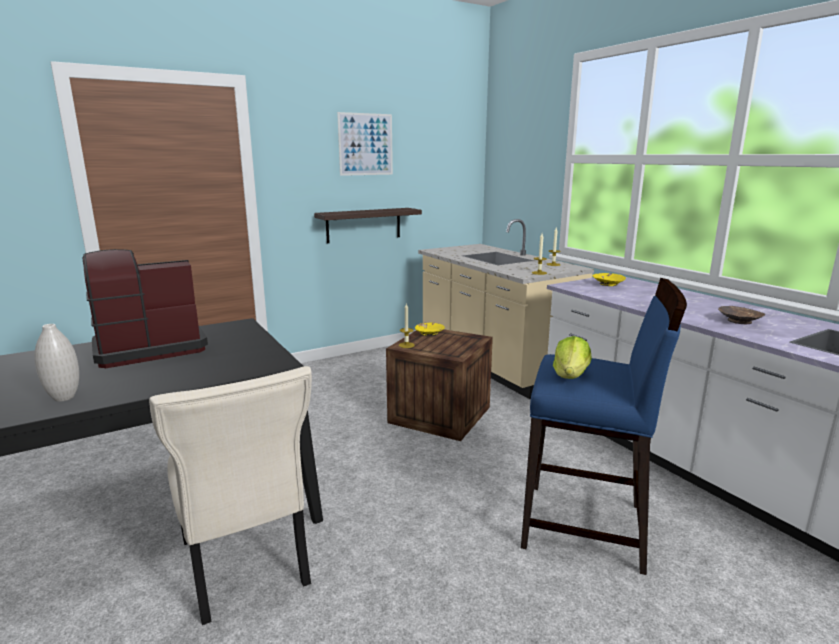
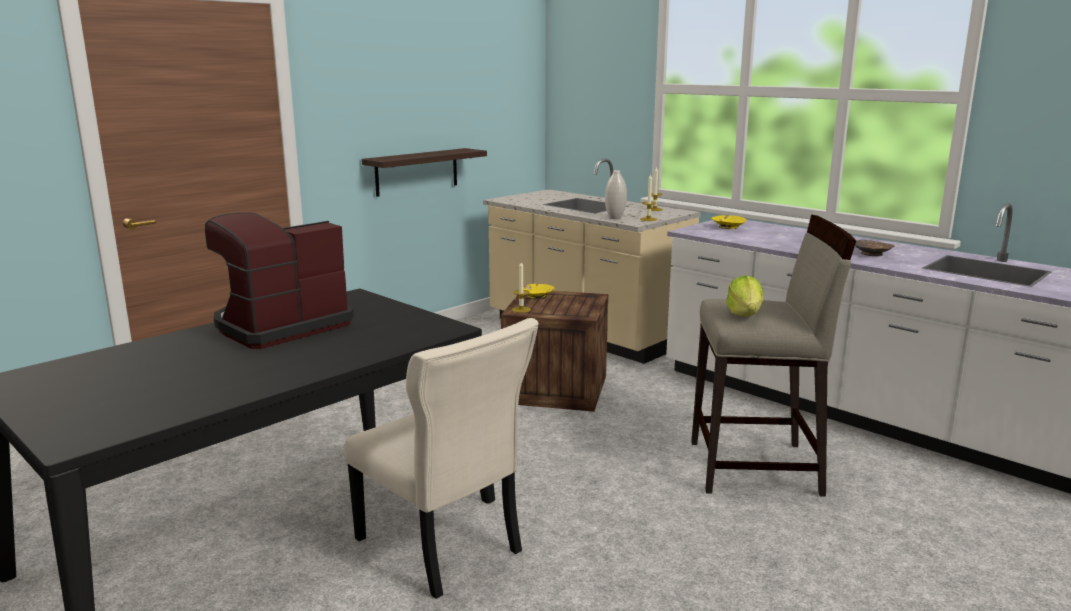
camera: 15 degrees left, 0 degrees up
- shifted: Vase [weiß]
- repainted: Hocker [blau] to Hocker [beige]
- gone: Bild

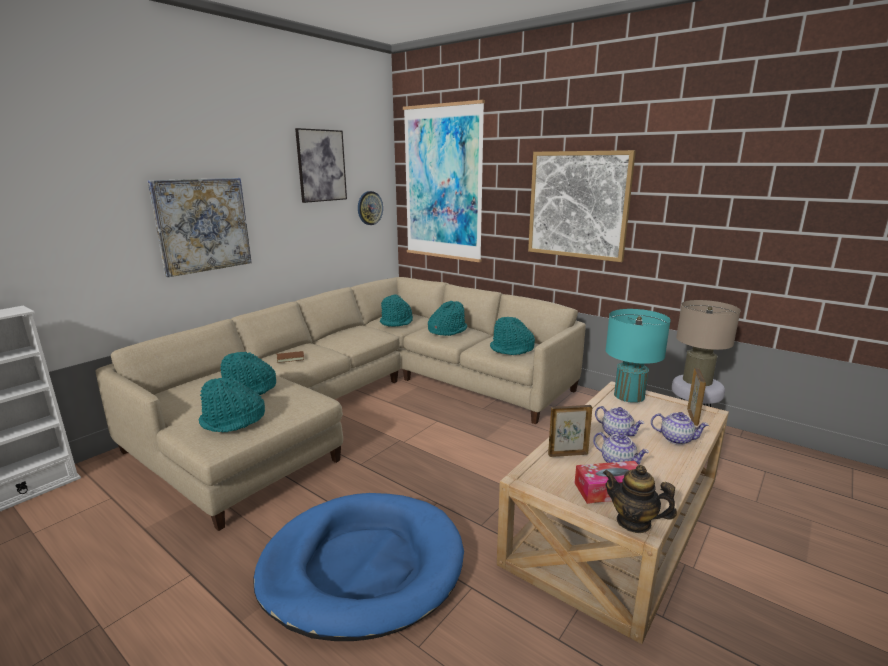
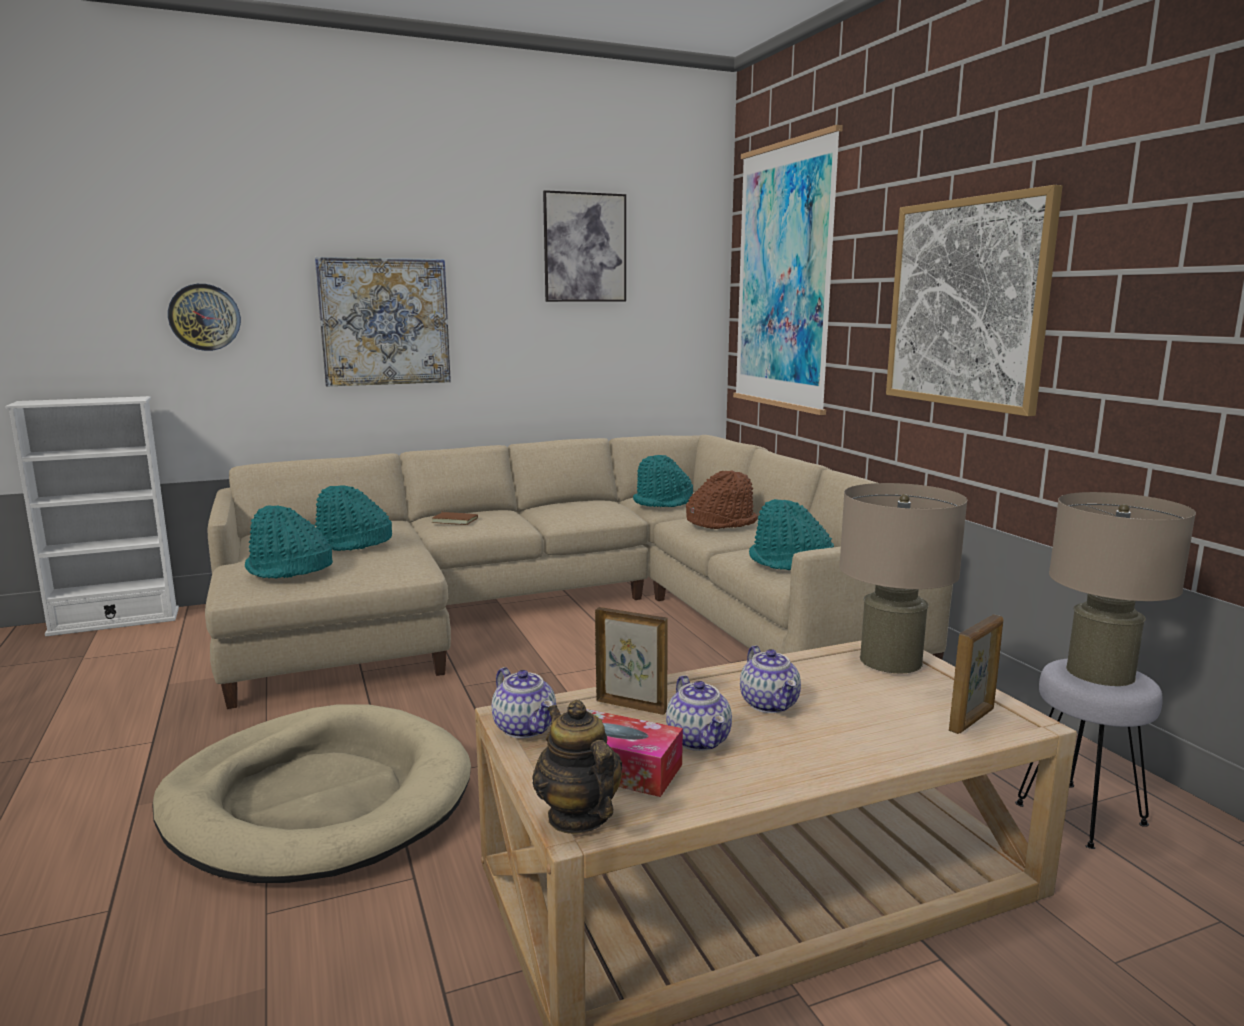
camera: 30 degrees right, 5 degrees down
- repainted: Hundebett [blau] to Hundebett [beige]
- shifted: Wanduhr
- shifted: Teekanne (no. 4 from left in the first image) to Teekanne (no. 1 from left)
- repainted: Hut [türkis] (no. 4 from left) to Hut [braun]
- repainted: Tischlampe [türkis] to Tischlampe [beige] (no. 1 from left)

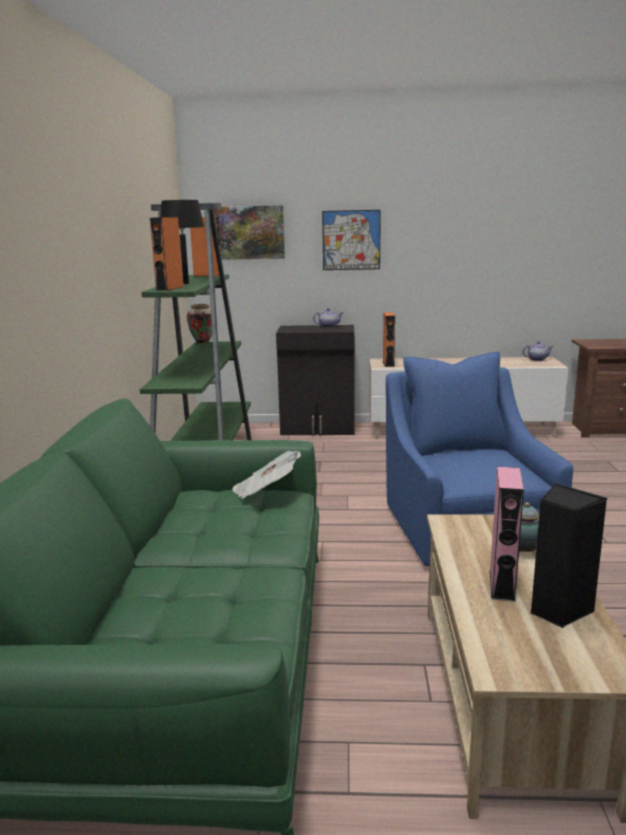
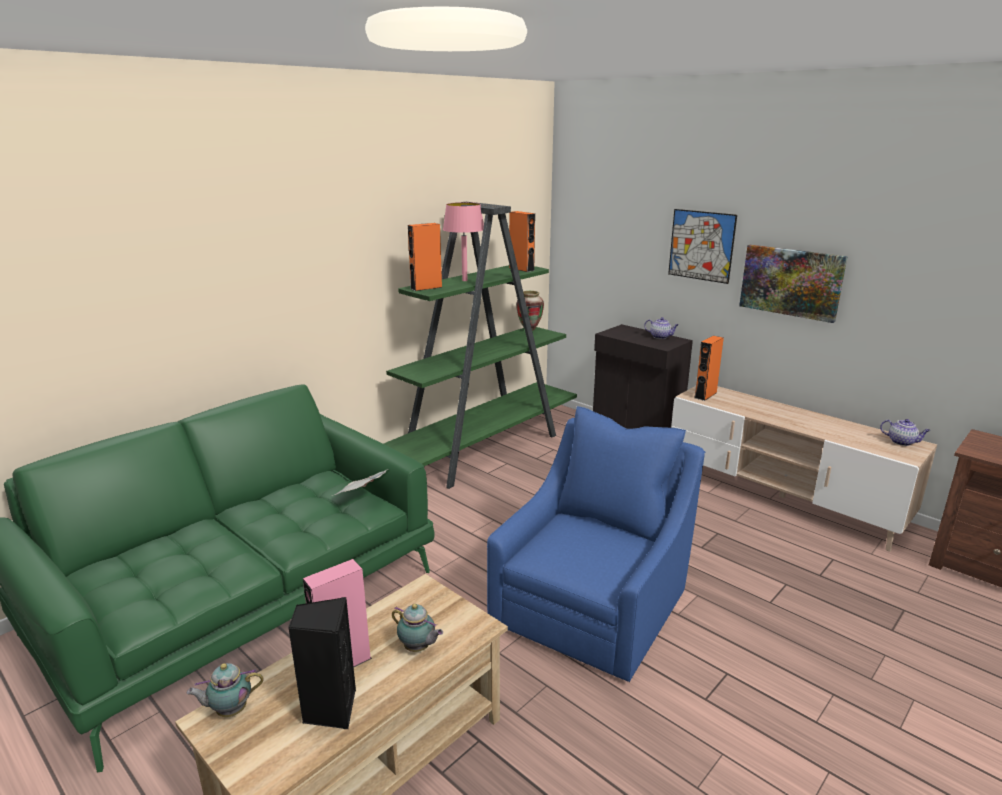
camera: 40 degrees right, 5 degrees up
- new: Teekanne (no. 1 from left)
- repainted: Tischlampe [schwarz] to Tischlampe [rosa]
- shifted: Bild (no. 1 from left in the first image) to Bild (no. 2 from left)

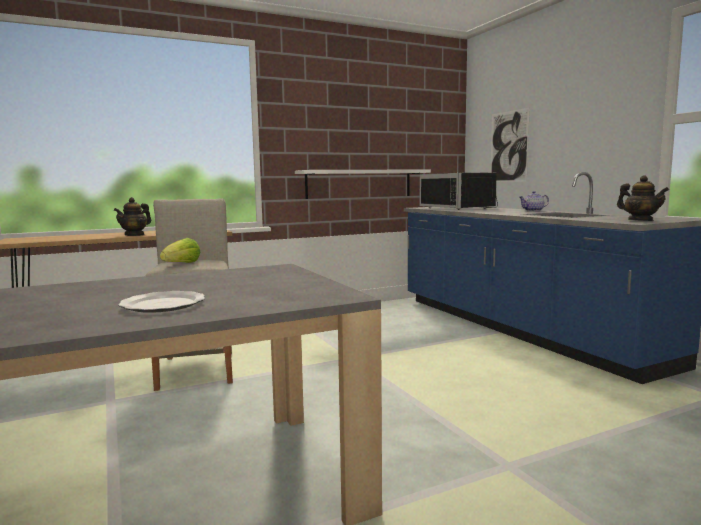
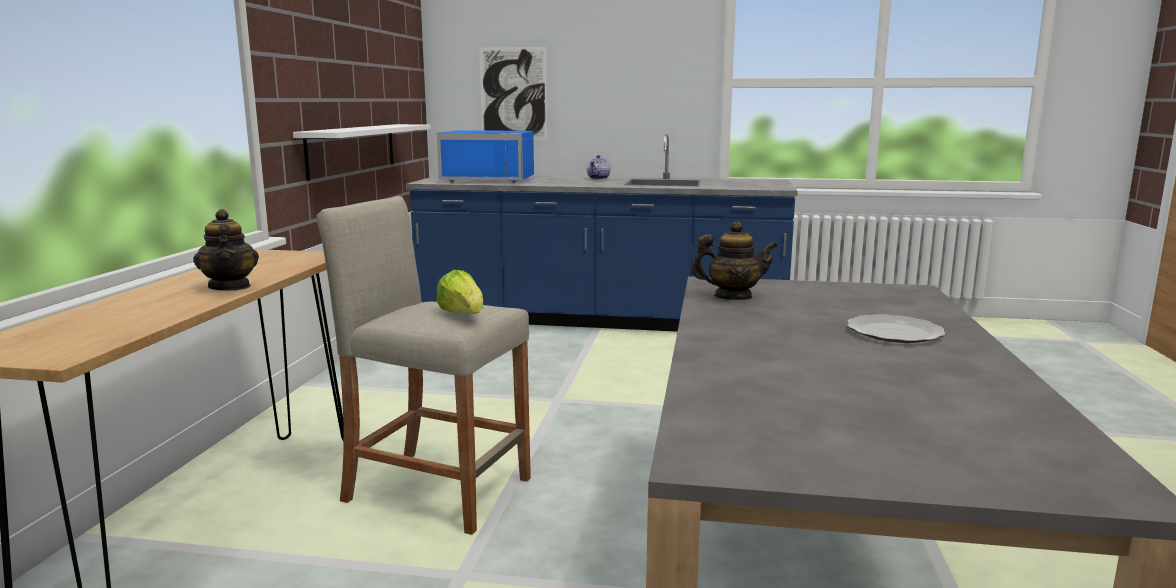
camera: 55 degrees left, 5 degrees up
- repainted: Mikrowelle [schwarz] to Mikrowelle [blau]
- shifted: Teekanne (no. 3 from left)

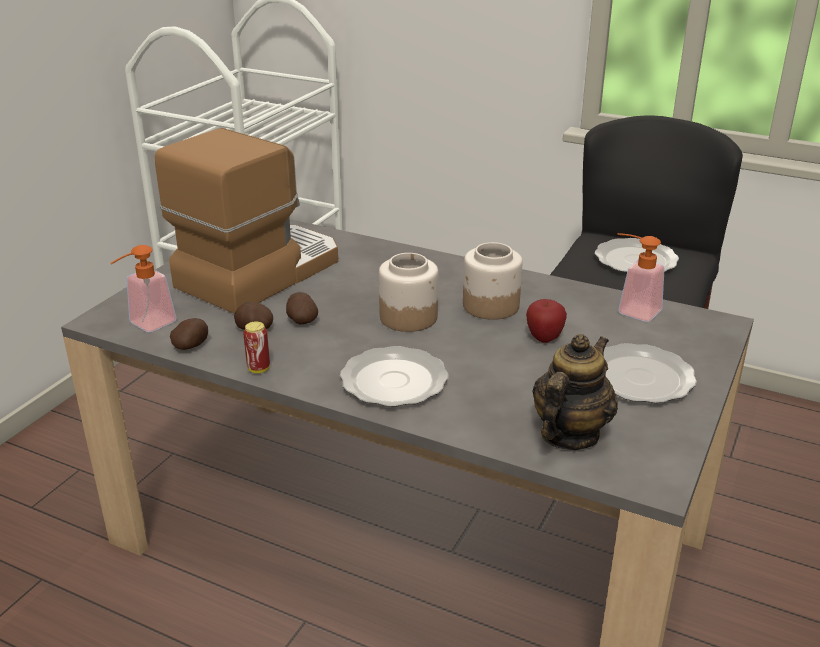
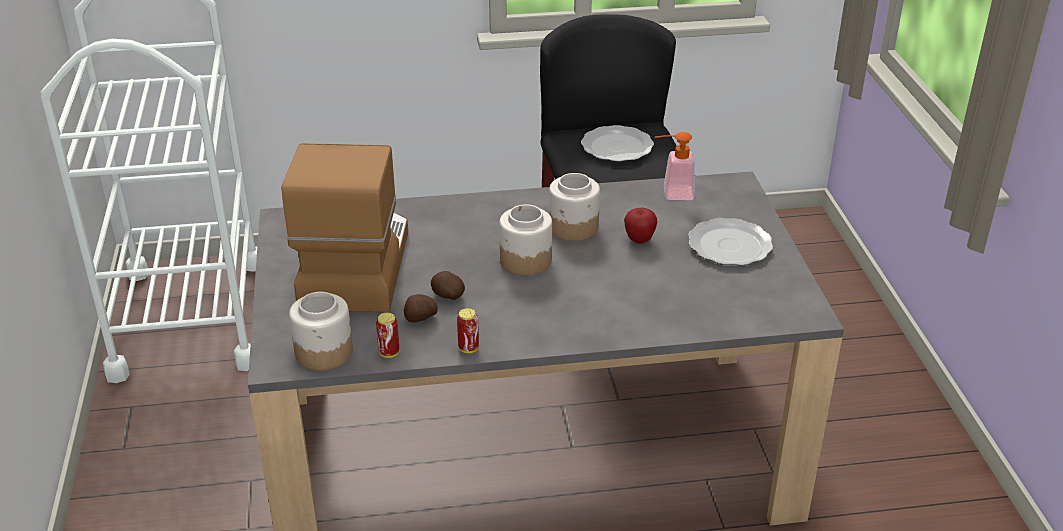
camera: 35 degrees left, 5 degrees up
- swapped: Seifenspender (no. 1 from left) to Vorratsglas (no. 1 from left)
- swapped: Kartoffel (no. 1 from left) to Dose (no. 1 from left)
- gone: Teller (no. 1 from left)
- gone: Teekanne

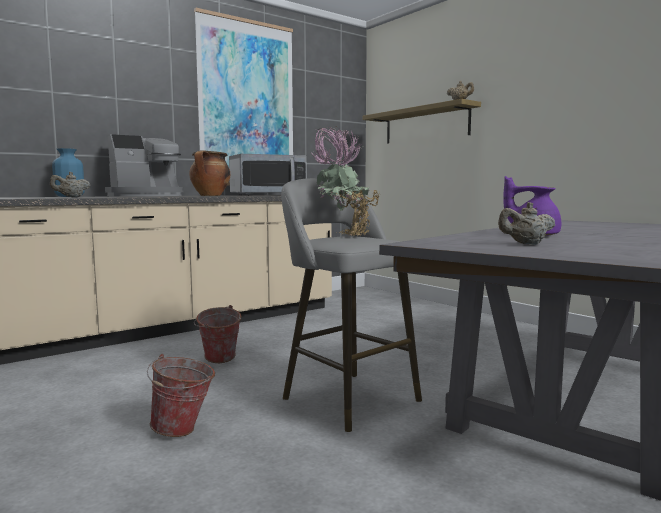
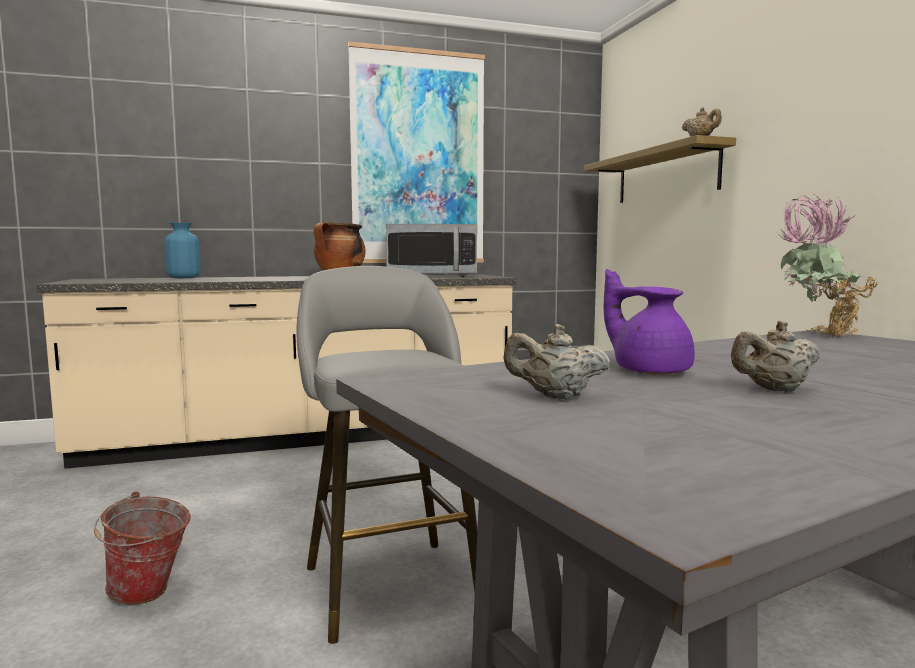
camera: 20 degrees right, 0 degrees up
- shifted: Teekanne [beige] (no. 1 from left in the first image) to Teekanne [beige] (no. 3 from left)
- shifted: Topfpflanze
- gone: Kaffeemaschine
- gone: Eimer (no. 2 from left)

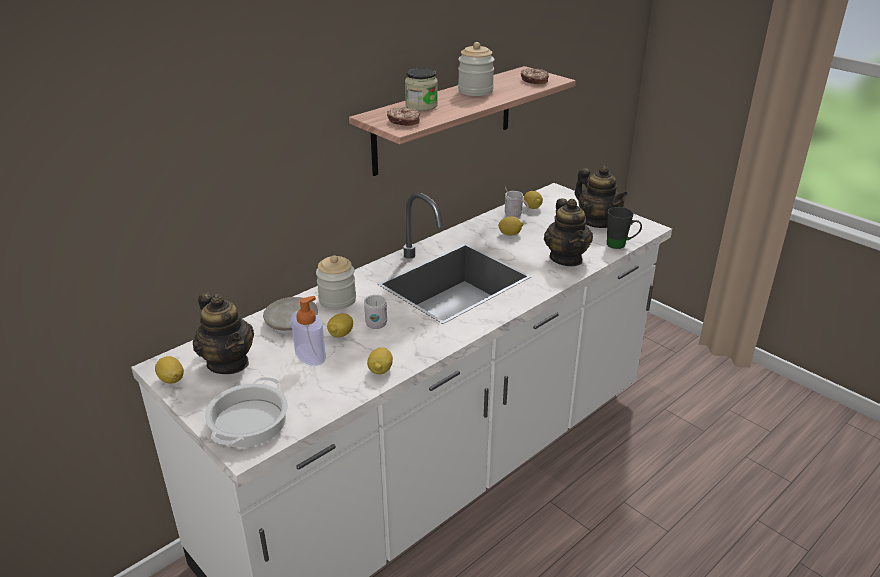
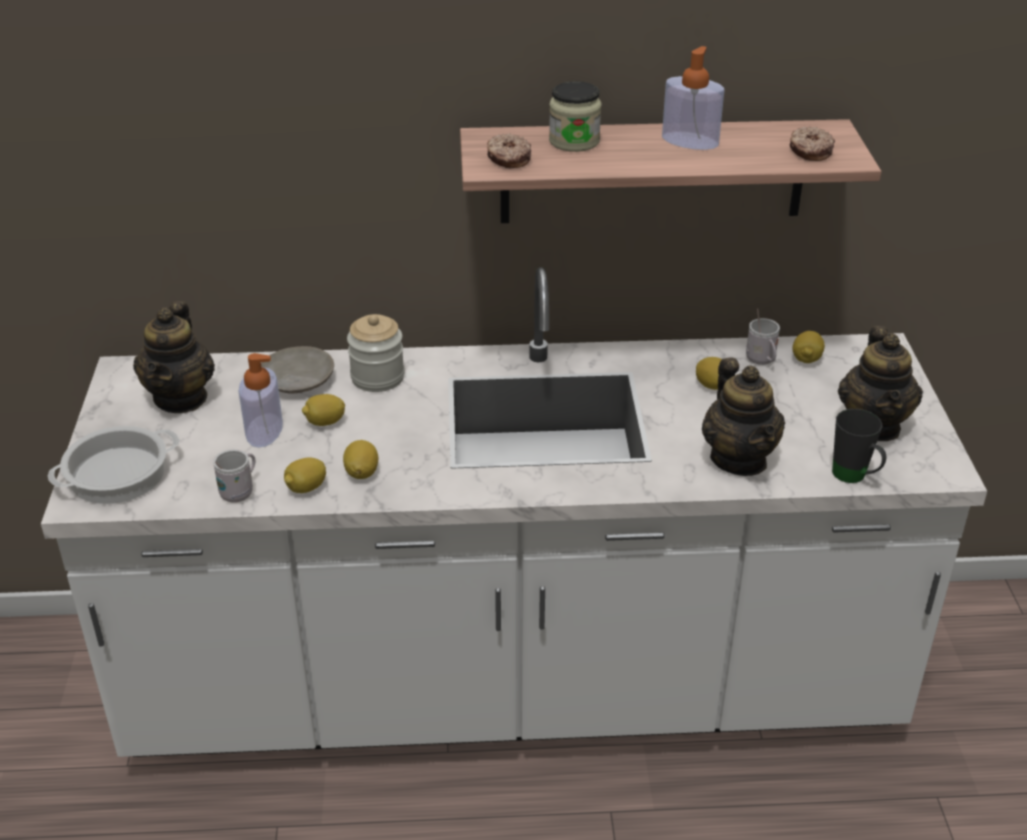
camera: 40 degrees right, 5 degrees up
- shifted: Henkelbecher [weiß] (no. 1 from left)
- shifted: Zitrone (no. 1 from left in the first image) to Zitrone (no. 3 from left)
- swapped: Vorratsglas (no. 3 from left) to Seifenspender (no. 2 from left)
- rotated: Teekanne (no. 2 from left) 45 degrees counterclockwise

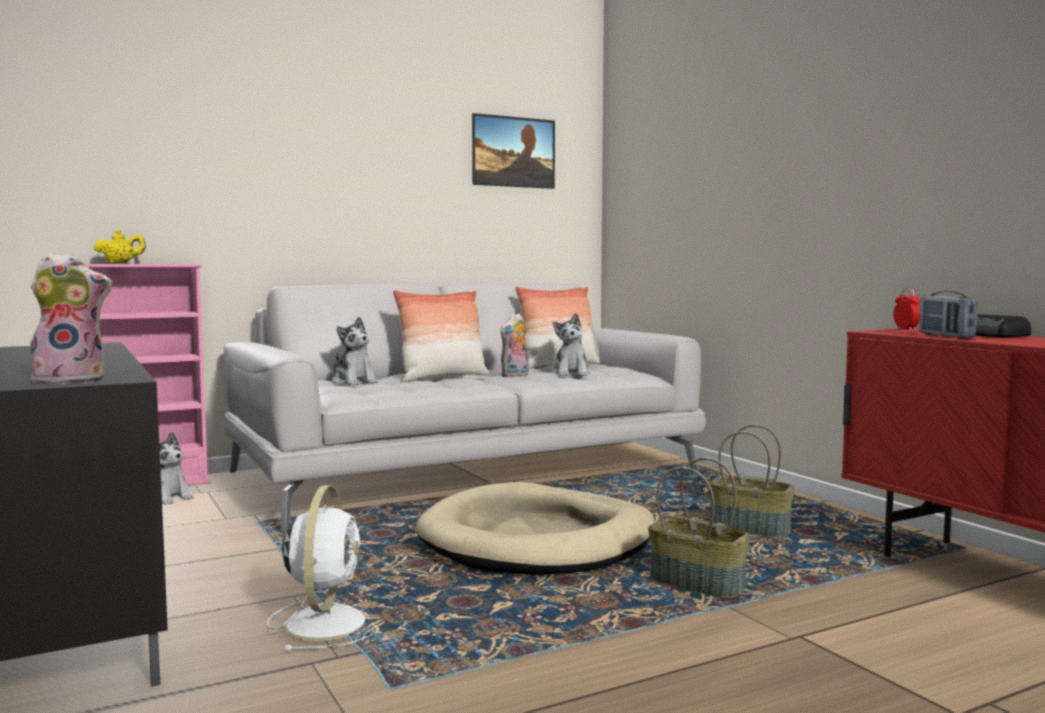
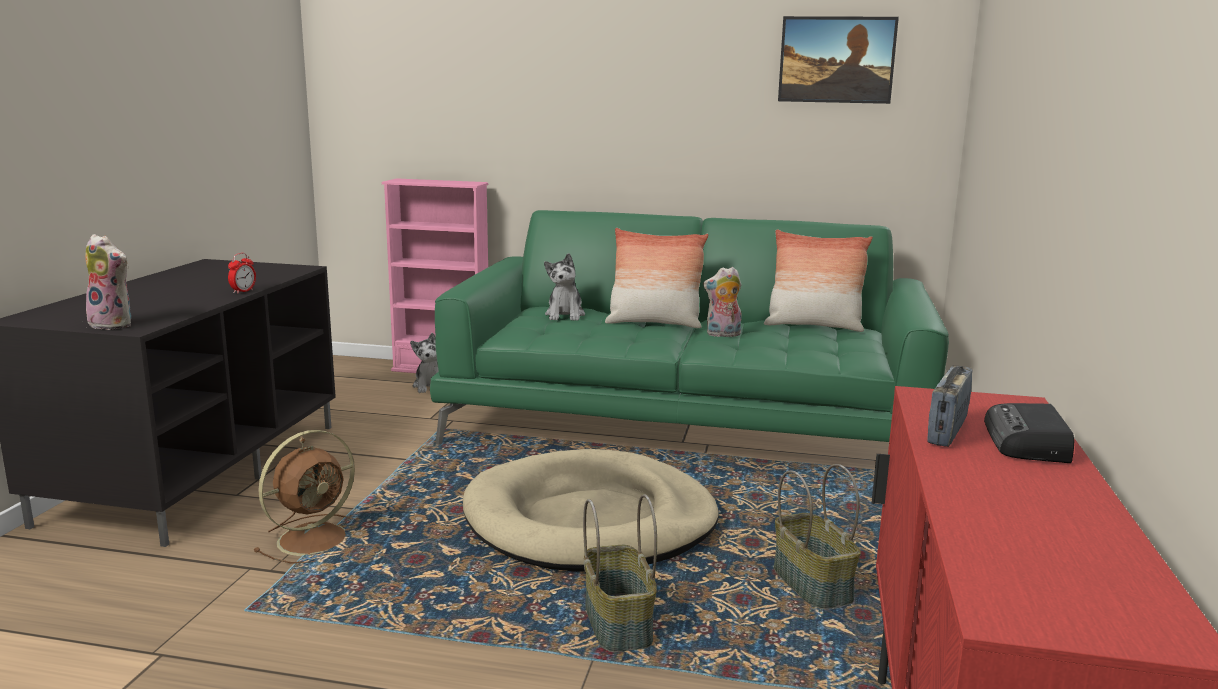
camera: 40 degrees right, 10 degrees up
- shifted: Wecker
- repainted: Ventilator [weiß] to Ventilator [braun]
- repainted: Sofa [grau] to Sofa [grün]
- gone: Teekanne [gelb]
- gone: Plüschtier (no. 5 from left)

